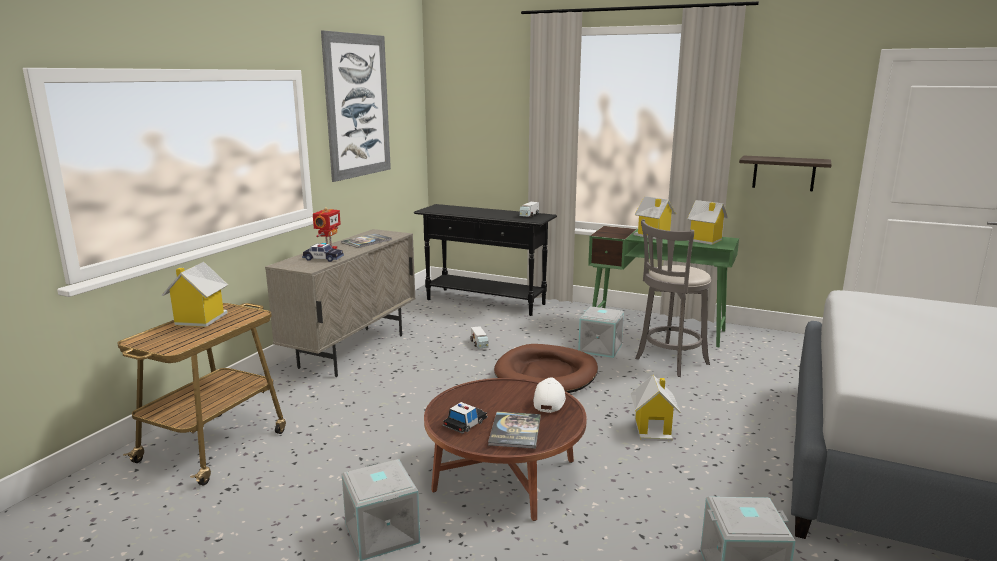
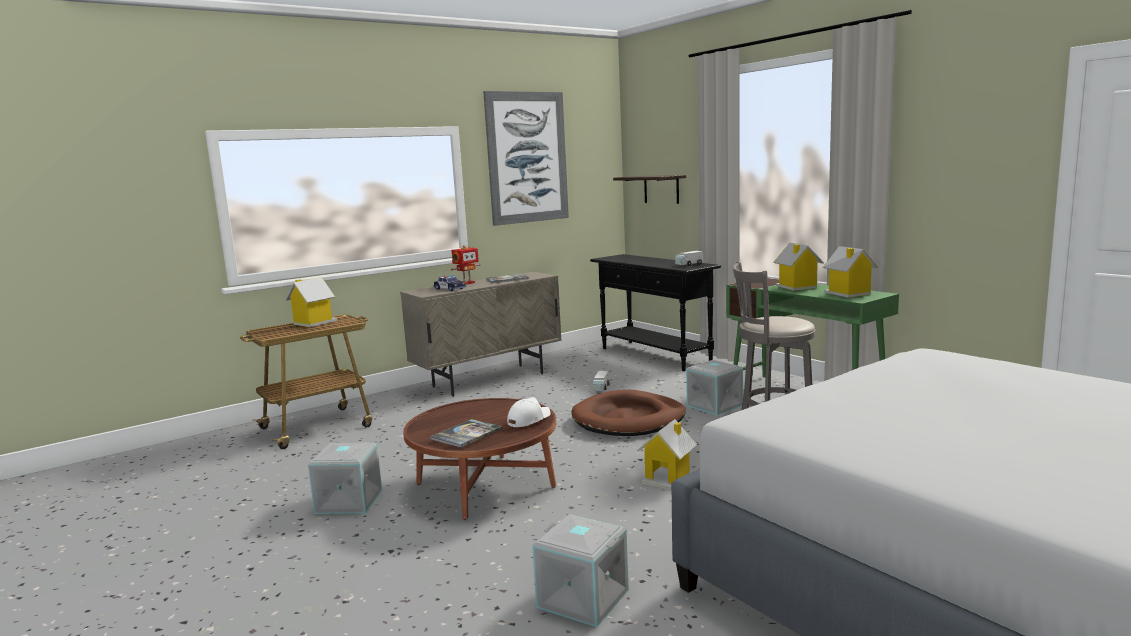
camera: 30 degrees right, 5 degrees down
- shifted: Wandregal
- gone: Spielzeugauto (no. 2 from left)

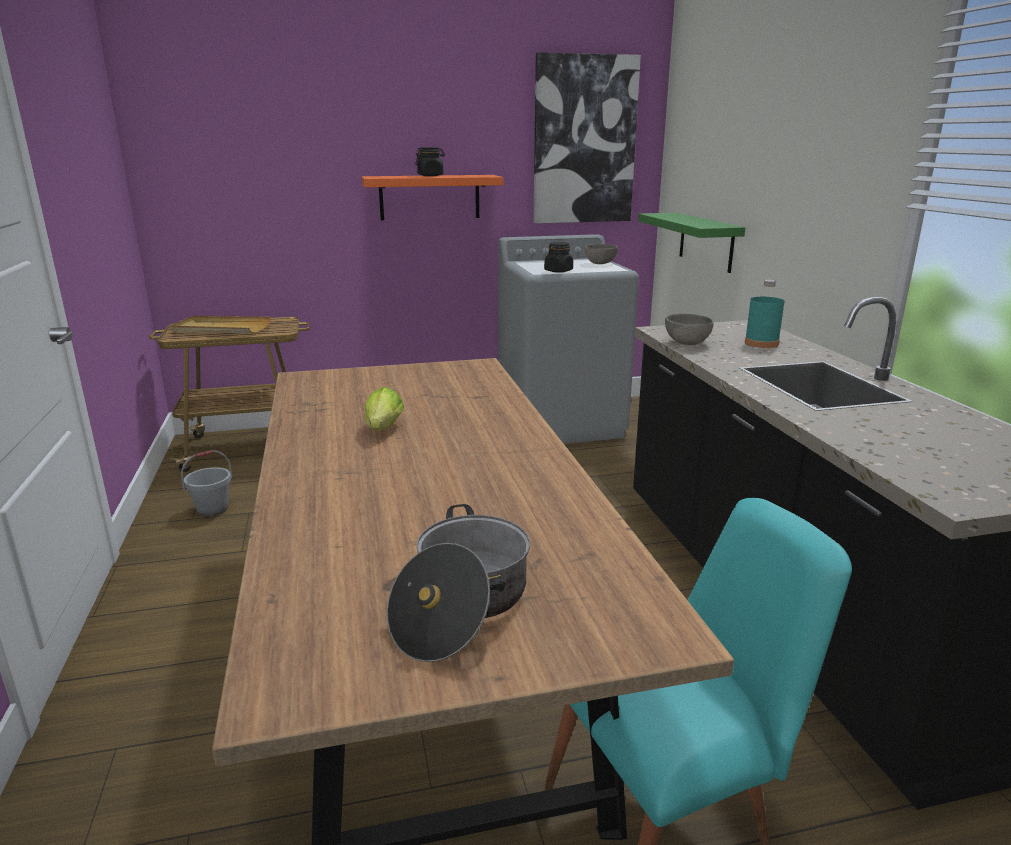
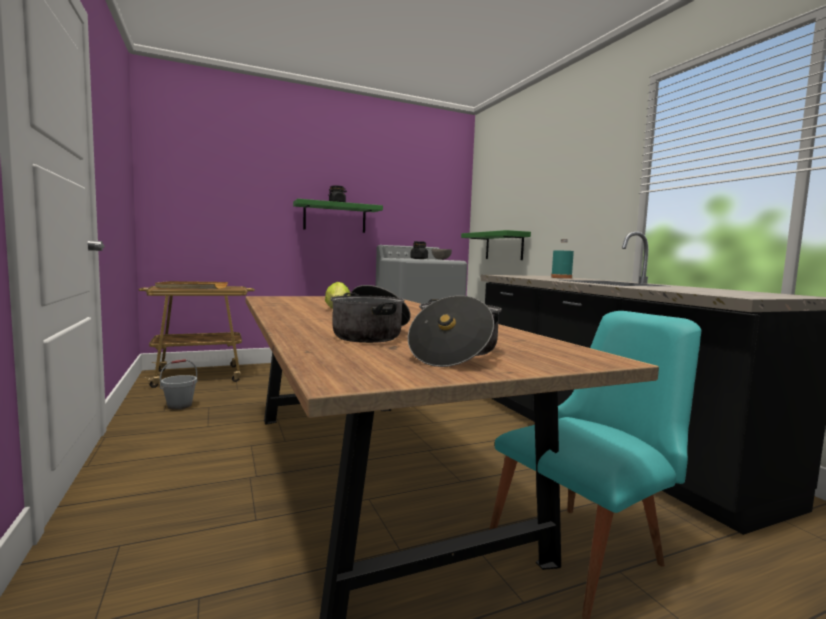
camera: 10 degrees left, 15 degrees down
- repainted: Wandregal [orange] to Wandregal [grün] (no. 1 from left)
- new: Kochtopf (no. 1 from left)
- gone: Bild
- gone: Schüssel [grau] (no. 2 from left)

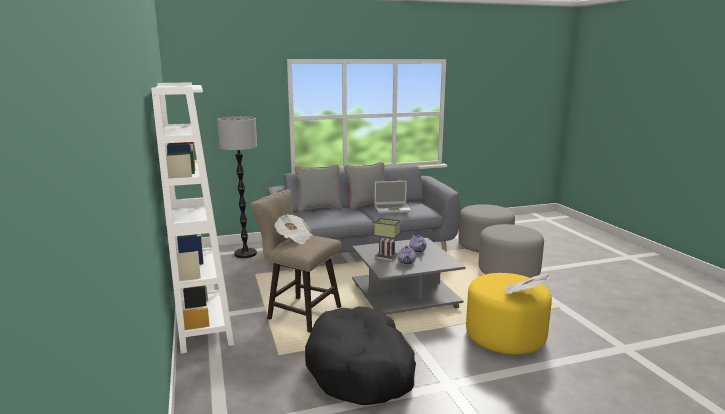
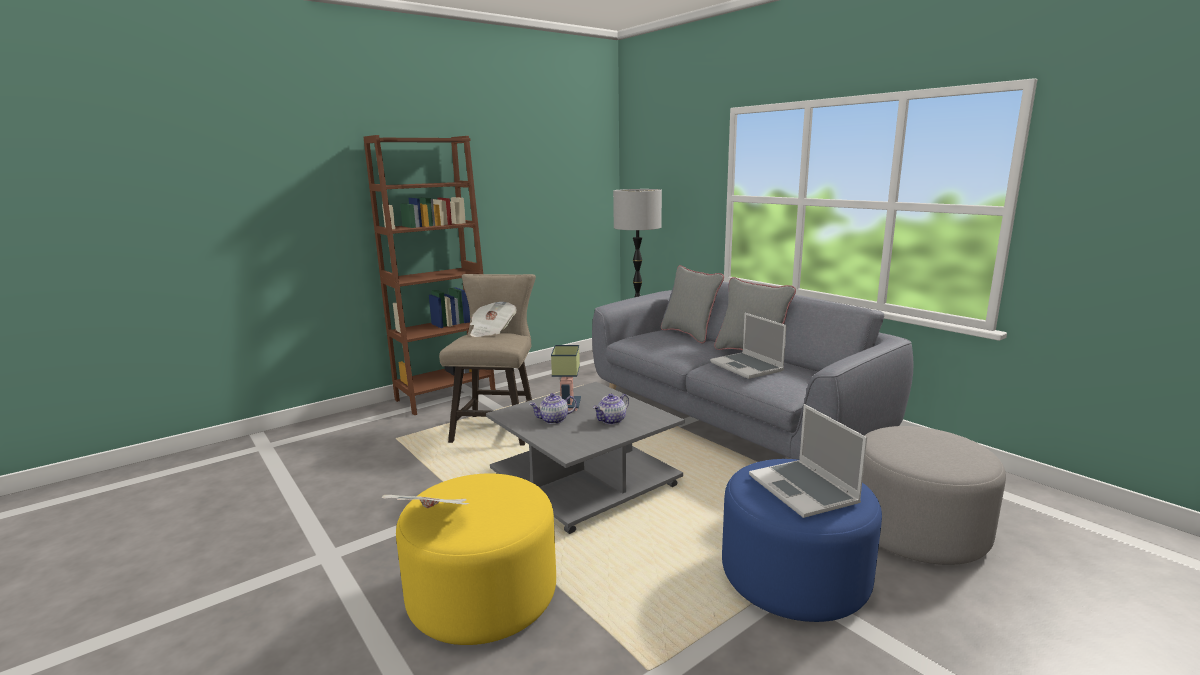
camera: 70 degrees right, 0 degrees up
- repainted: Bücherregal [weiß] to Bücherregal [braun]
- repainted: Polsterhocker [grau] (no. 2 from left) to Polsterhocker [blau]
- new: Laptop (no. 2 from left)
- gone: Hundebett [schwarz]

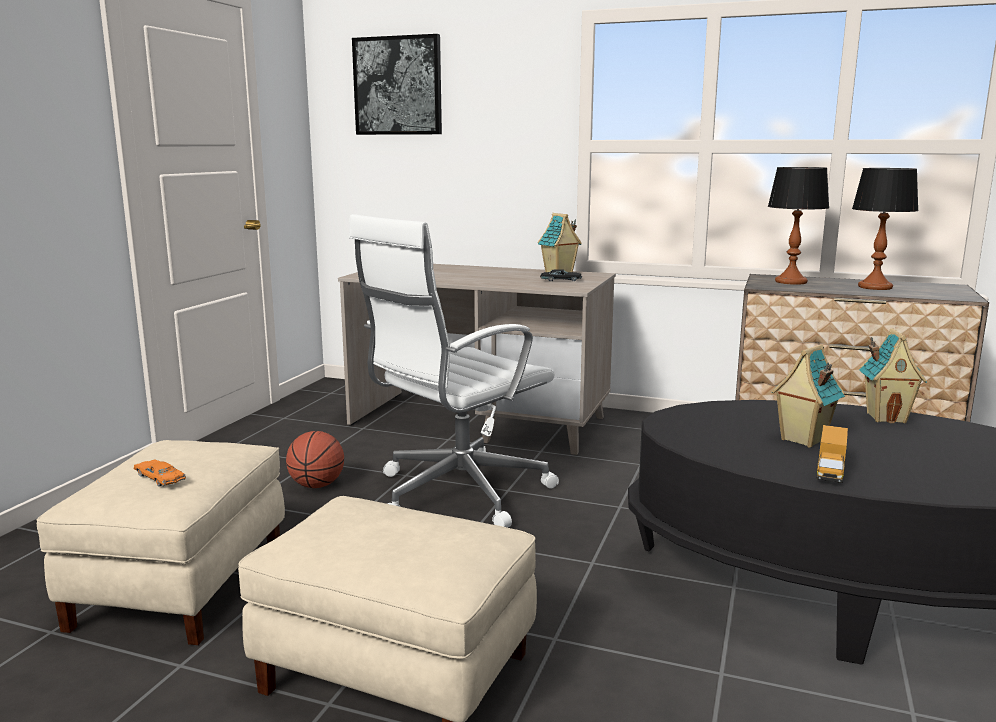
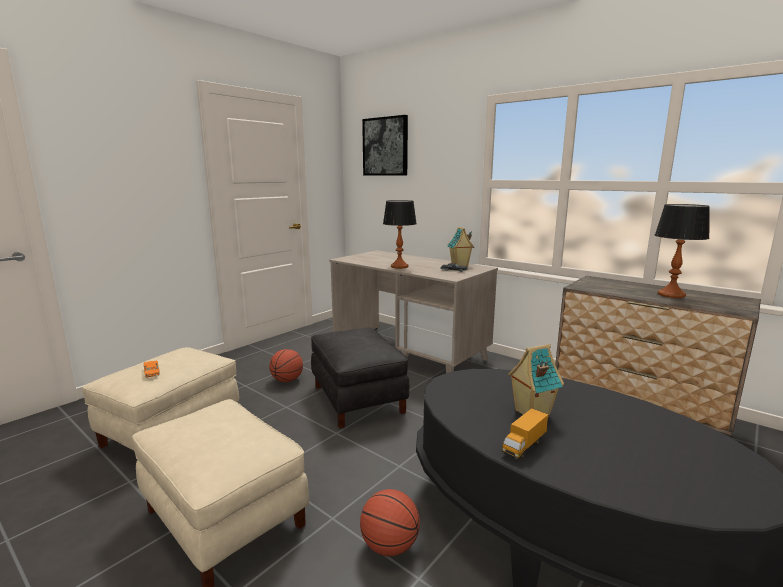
camera: 20 degrees right, 0 degrees up
- swapped: Bürostuhl [weiß] to Polsterhocker [schwarz]
- new: Basketball (no. 2 from left)
- shifted: Tischlampe (no. 1 from left)
- gone: Spielzeughaus (no. 3 from left)

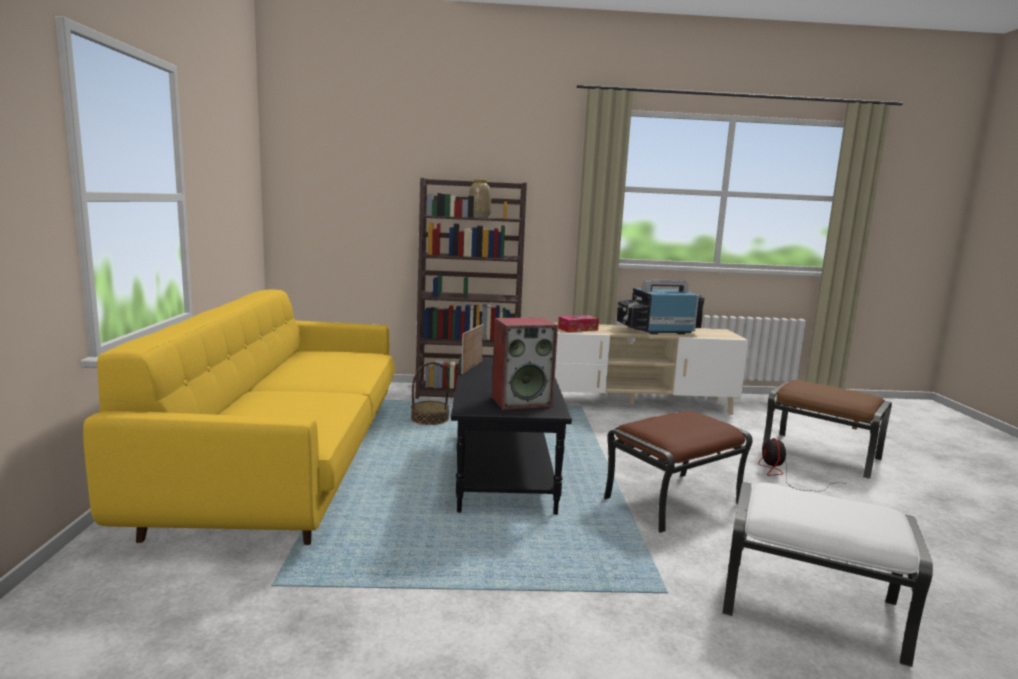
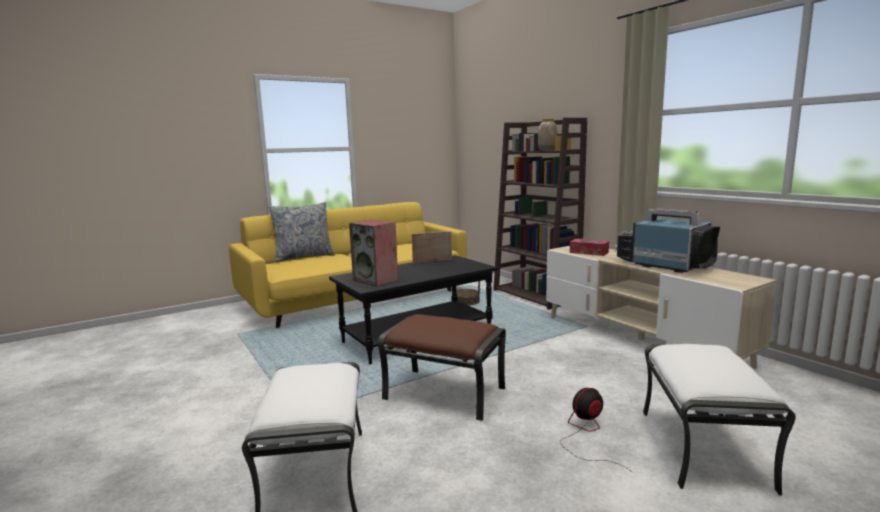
camera: 60 degrees right, 0 degrees up
- new: Kissen
- repainted: Polsterhocker [braun] (no. 2 from left) to Polsterhocker [weiß] (no. 2 from left)

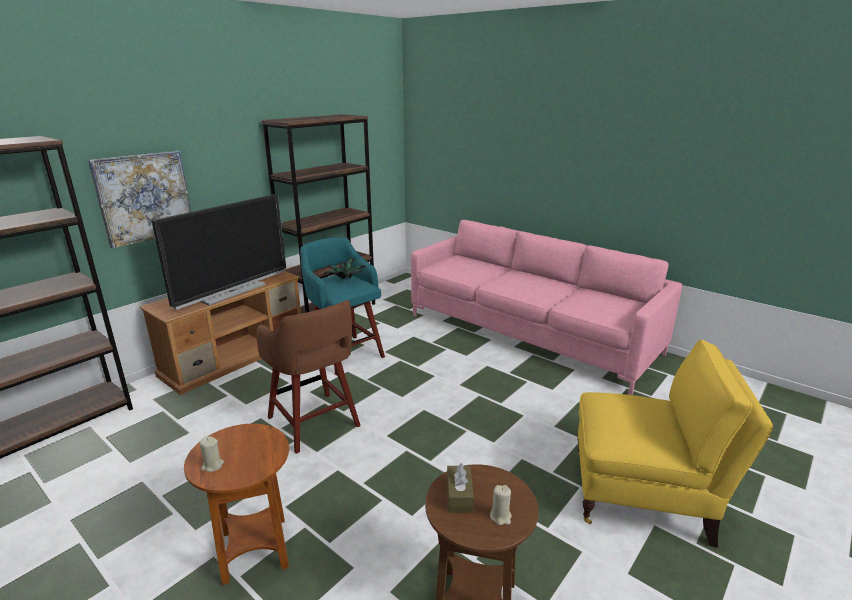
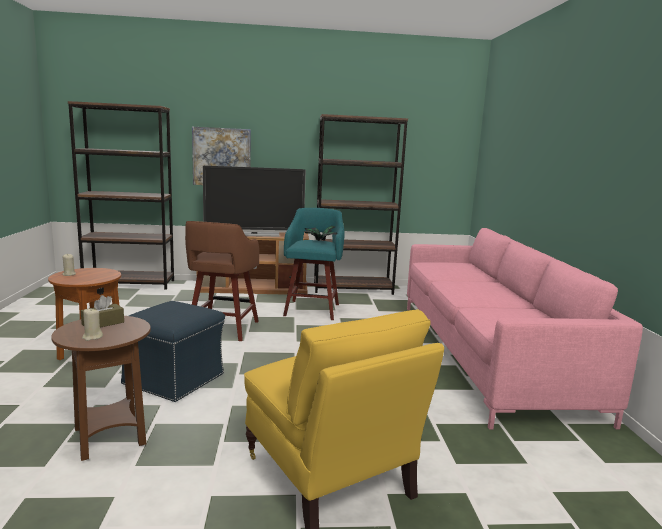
camera: 45 degrees right, 10 degrees down
- new: Polsterhocker [blau]

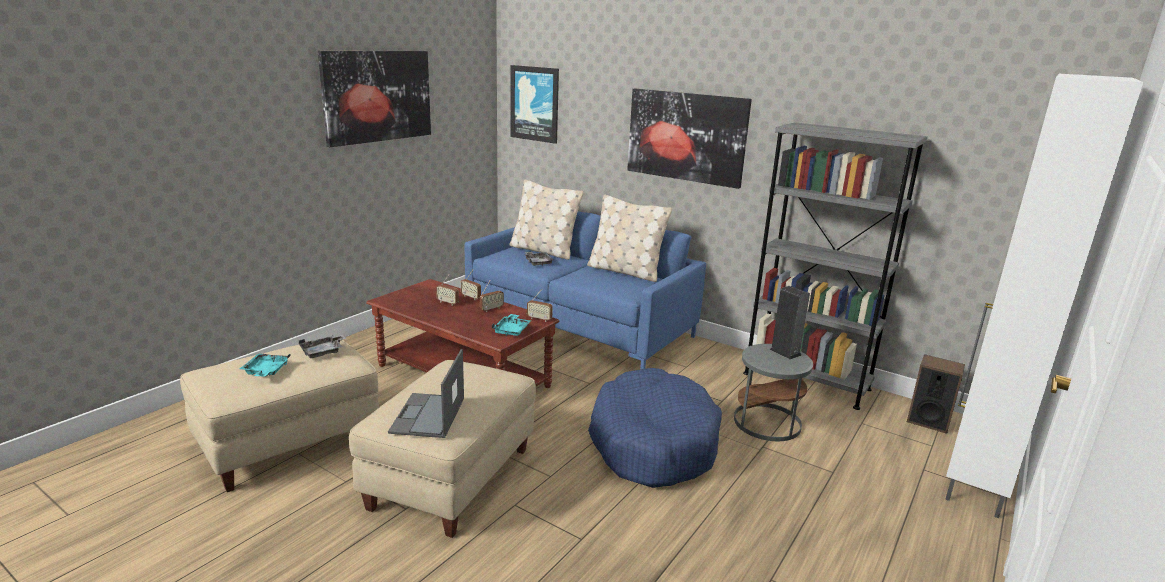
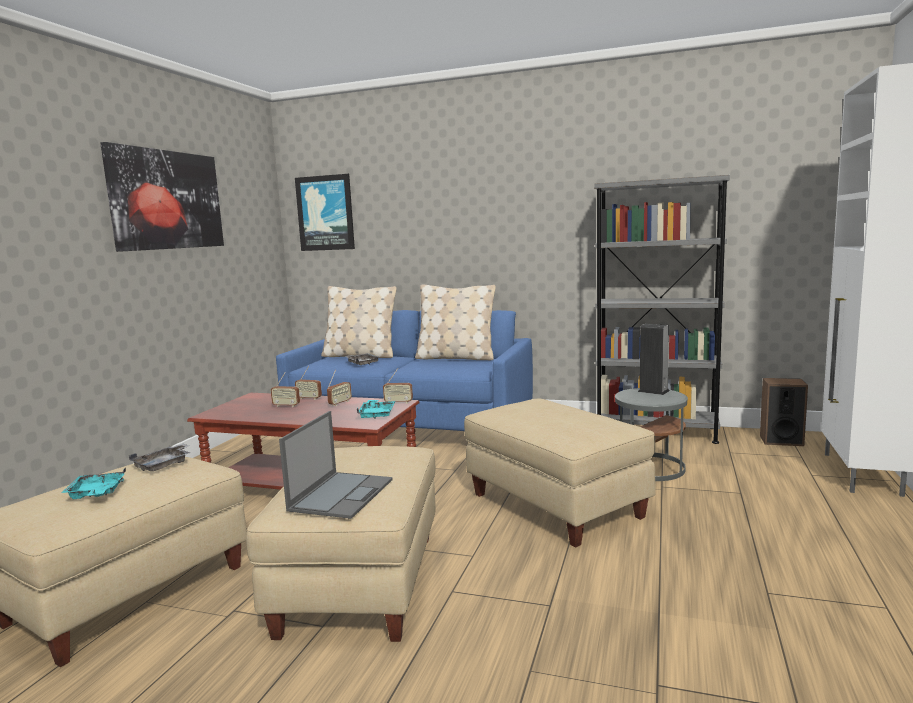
camera: 15 degrees left, 10 degrees down
- rotated: Laptop 150 degrees counterclockwise
- swapped: Hundebett [blau] to Polsterhocker [beige] (no. 3 from left)
- gone: Bild (no. 3 from left)

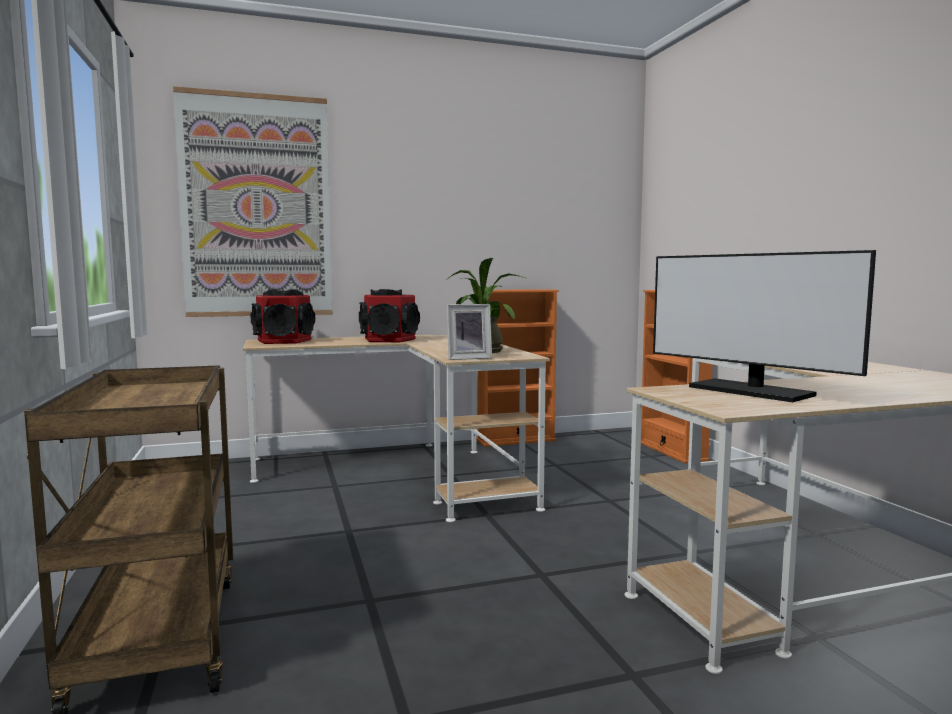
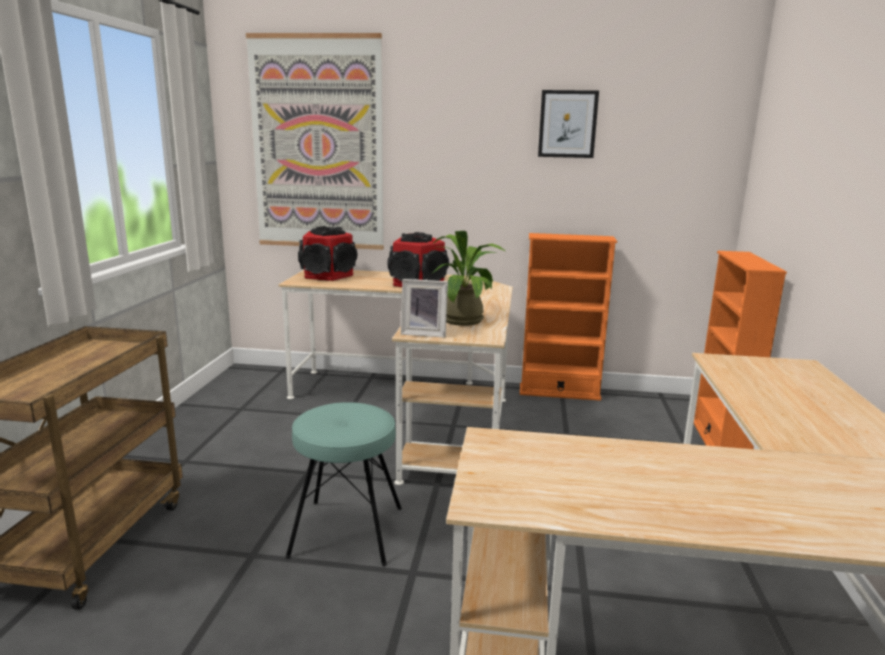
camera: 25 degrees right, 10 degrees up
- new: Hocker [türkis]
- new: Bild (no. 2 from left)
- gone: Monitor

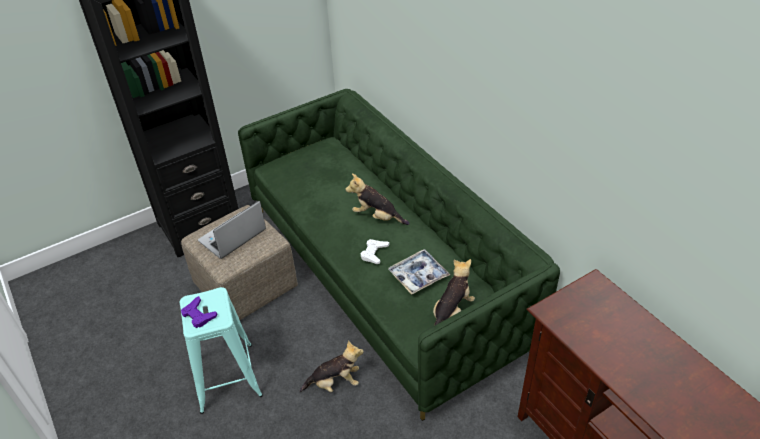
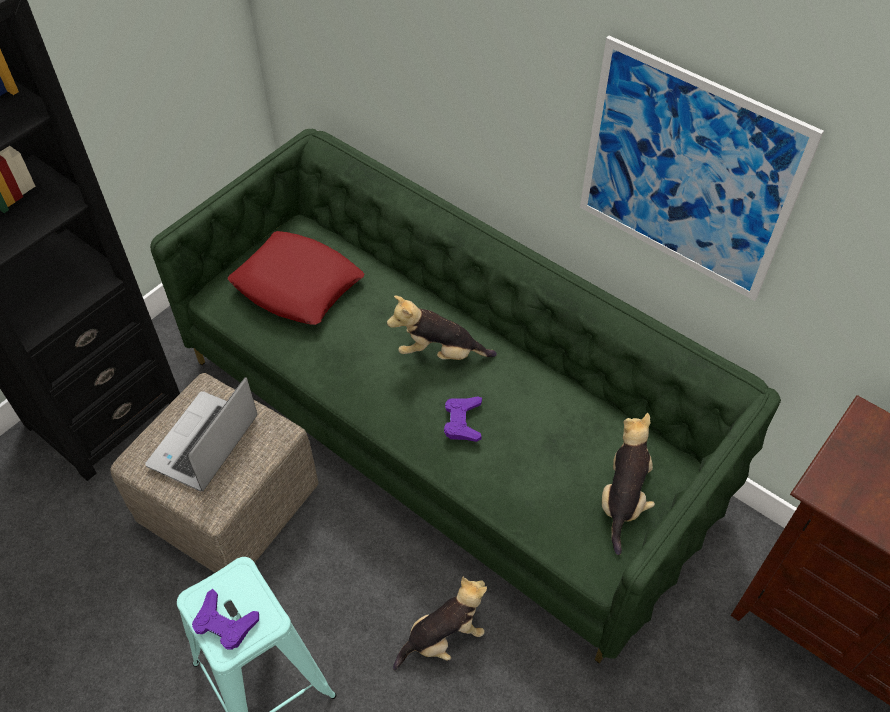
camera: 20 degrees left, 10 degrees up
- new: Kissen [rot]
- repainted: Gamepad [weiß] to Gamepad [lila] (no. 2 from left)
- new: Bild
- gone: Tablett

